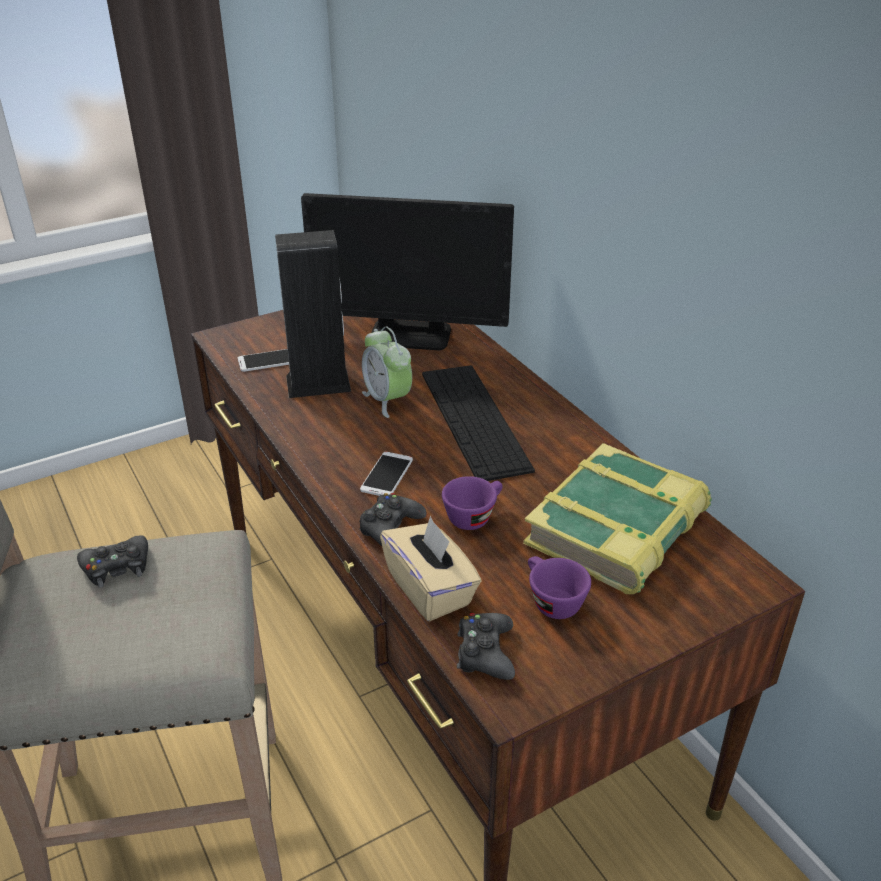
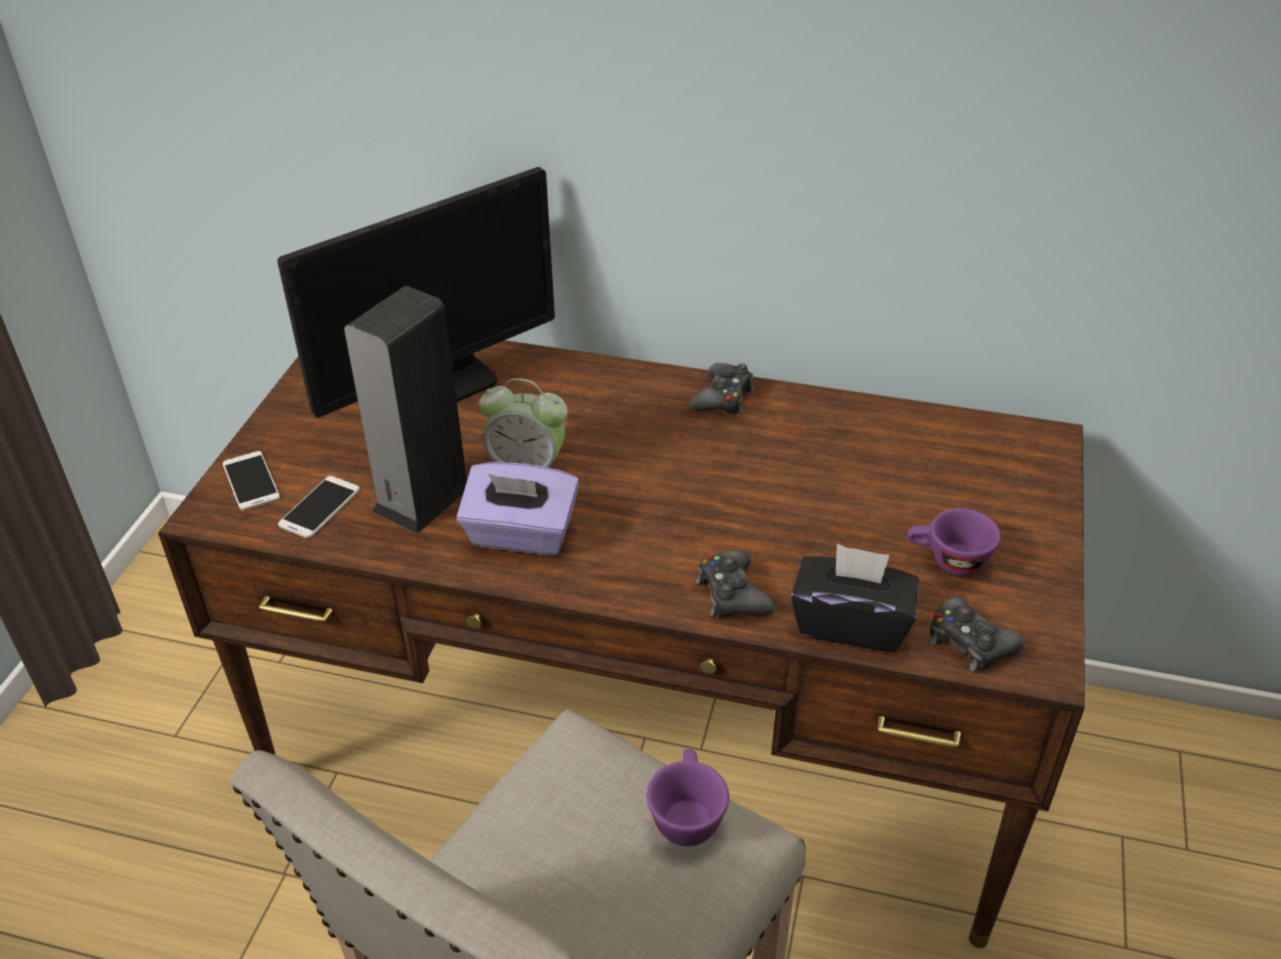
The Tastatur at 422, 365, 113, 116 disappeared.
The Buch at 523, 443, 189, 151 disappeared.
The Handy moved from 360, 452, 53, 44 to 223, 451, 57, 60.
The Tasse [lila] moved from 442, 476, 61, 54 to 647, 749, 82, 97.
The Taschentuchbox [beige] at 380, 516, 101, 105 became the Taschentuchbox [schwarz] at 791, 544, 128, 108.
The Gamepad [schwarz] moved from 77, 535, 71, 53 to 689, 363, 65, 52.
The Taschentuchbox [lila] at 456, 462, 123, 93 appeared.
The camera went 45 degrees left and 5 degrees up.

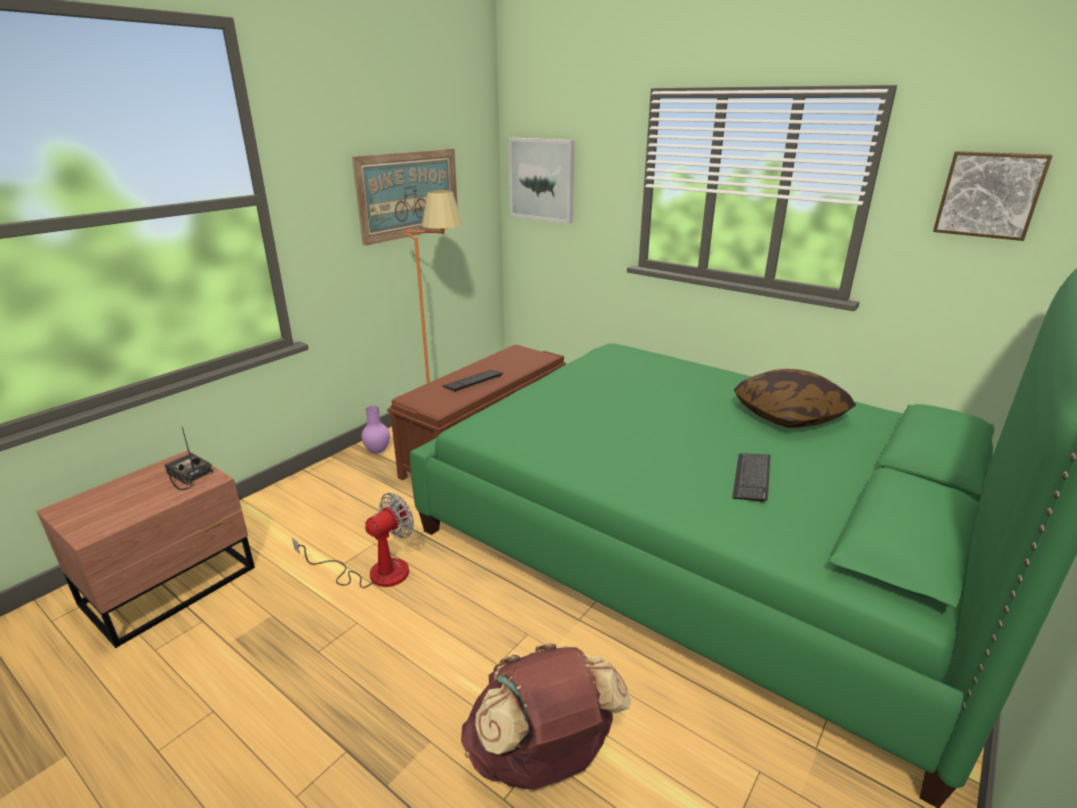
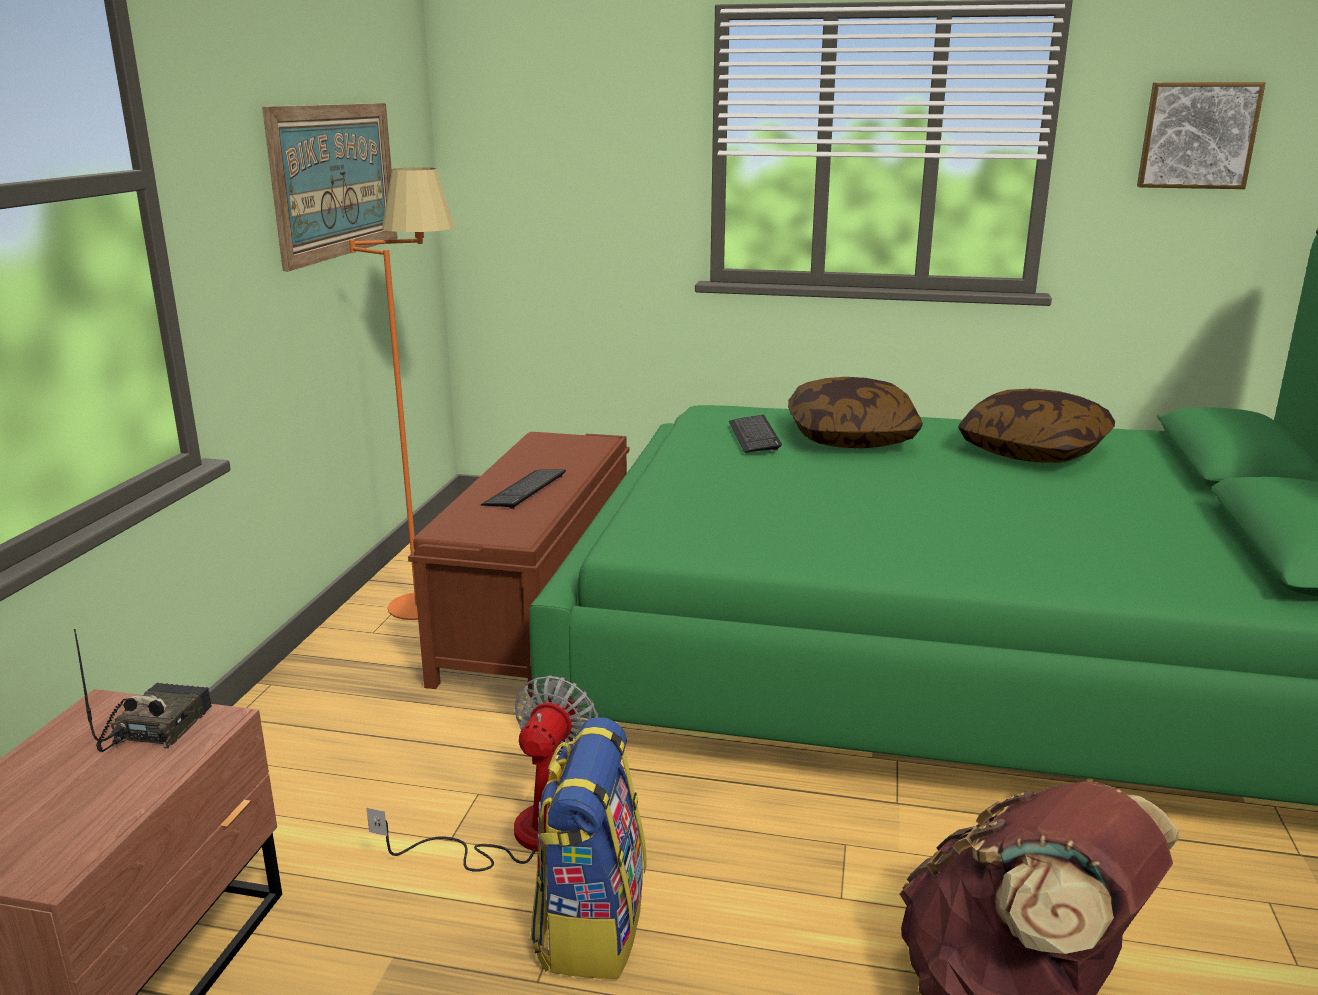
The Bild at 509, 138, 66, 86 disappeared.
The Vase [lila] at 361, 406, 29, 47 disappeared.
The Radio at 165, 427, 49, 63 turned 90 degrees clockwise.
The Tastatur moved from 732, 453, 38, 50 to 729, 415, 53, 38.
The Kissen at 788, 377, 135, 71 appeared.
The Rucksack at 531, 717, 115, 262 appeared.
The camera went 25 degrees left and 5 degrees down.

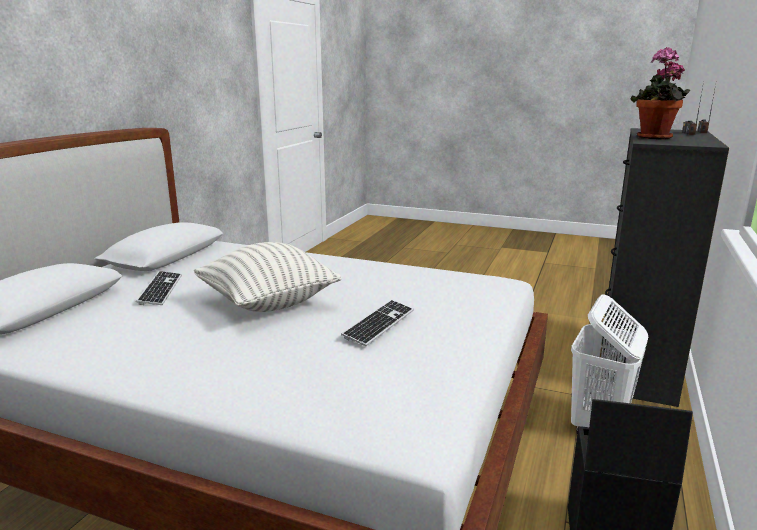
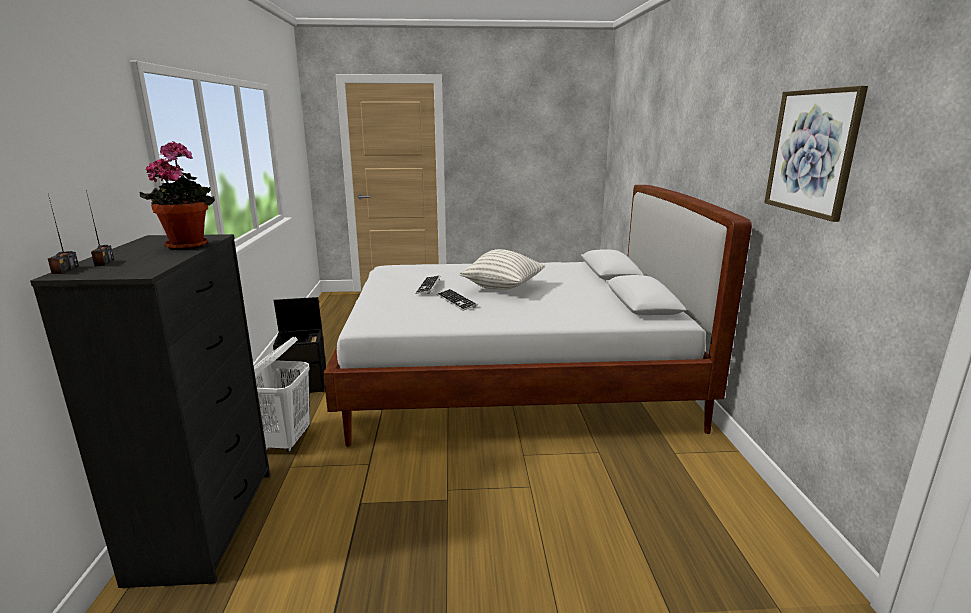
The Tastatur moved from 136, 271, 46, 34 to 437, 289, 41, 22.
The Bild at 764, 86, 104, 136 appeared.
The camera went 155 degrees right and 0 degrees up.

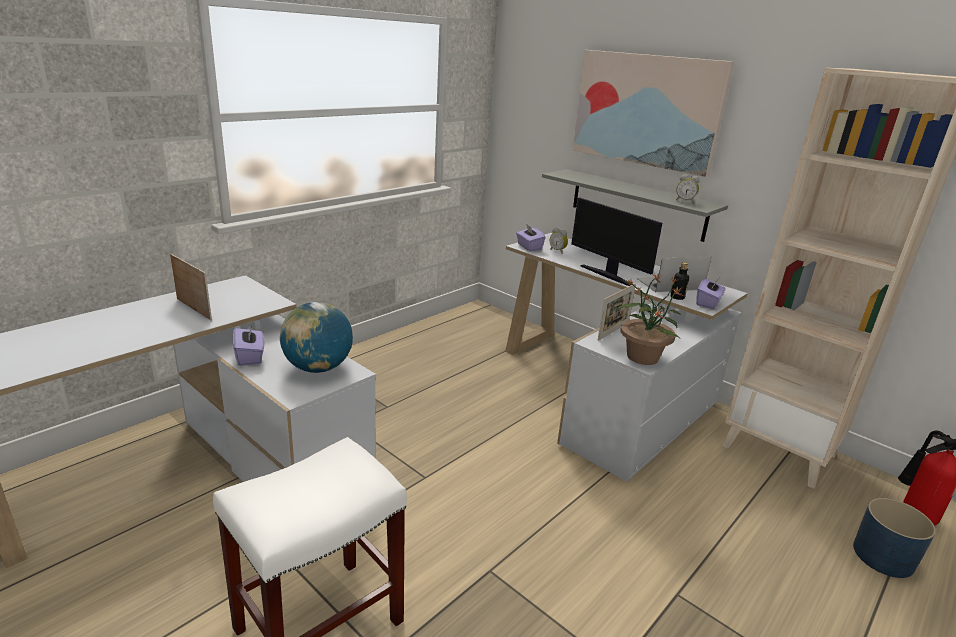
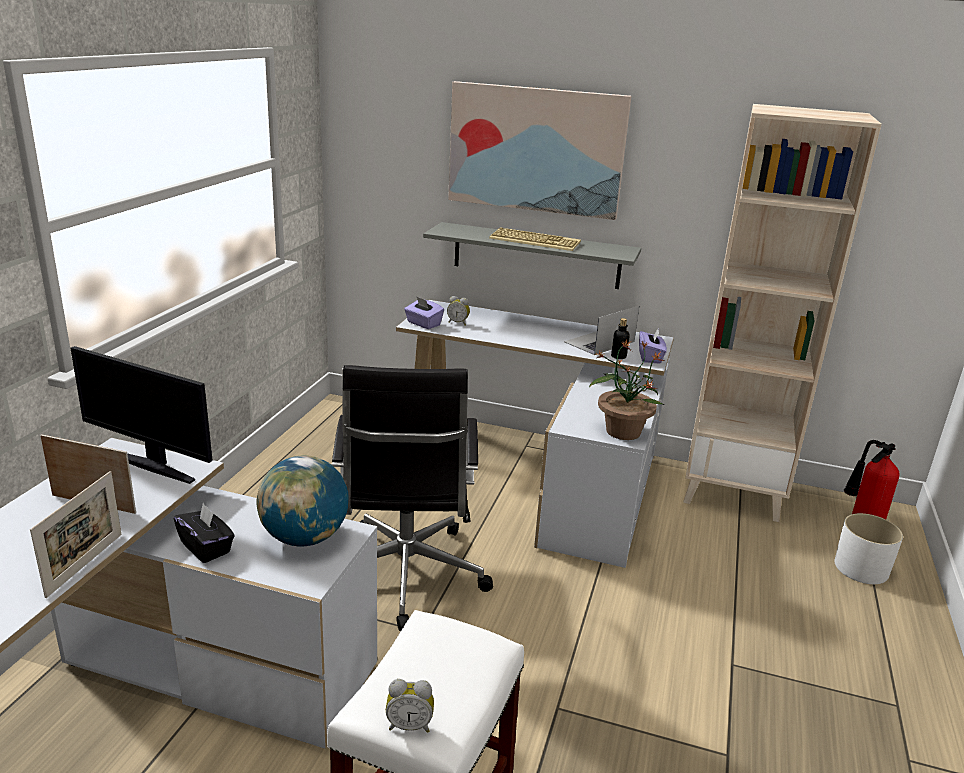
The Wecker moved from 676, 174, 24, 29 to 386, 679, 48, 54.
The Monitor moved from 571, 197, 91, 89 to 71, 346, 142, 138.
The Bilderrahmen moved from 597, 283, 39, 58 to 30, 471, 92, 127.
The Taschentuchbox [lila] at 233, 323, 31, 43 became the Taschentuchbox [schwarz] at 174, 503, 61, 60.
The Pflanzkübel [blau] at 853, 498, 83, 80 became the Pflanzkübel [weiß] at 834, 513, 69, 71.
The Tastatur at 489, 228, 92, 23 appeared.
The Bürostuhl [schwarz] at 332, 365, 161, 267 appeared.
The camera went 25 degrees left and 0 degrees up.

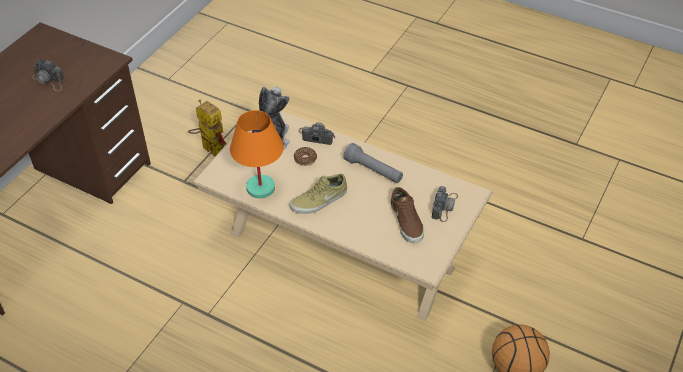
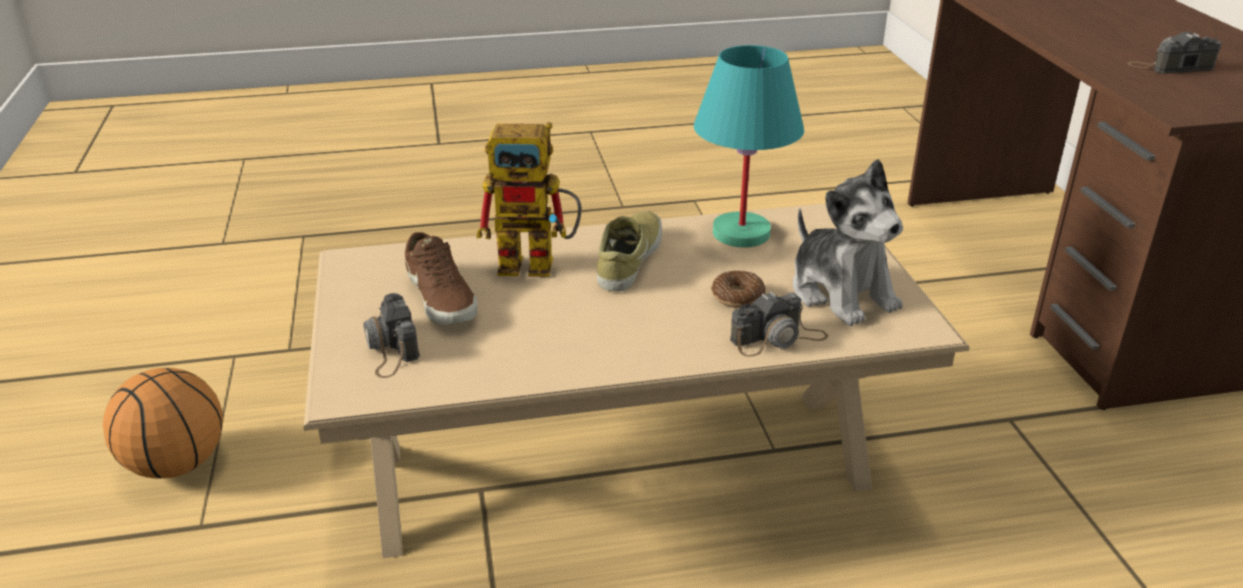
The Spielzeugroboter moved from 188, 99, 39, 57 to 476, 122, 106, 155.
The Tischlampe [orange] at 230, 110, 54, 88 became the Tischlampe [türkis] at 694, 45, 110, 203.
The Taschenlampe [grau] at 343, 143, 60, 40 disappeared.
The Schuh [braun] at 391, 187, 33, 56 turned 150 degrees counterclockwise.
The camera went 140 degrees right and 15 degrees down.

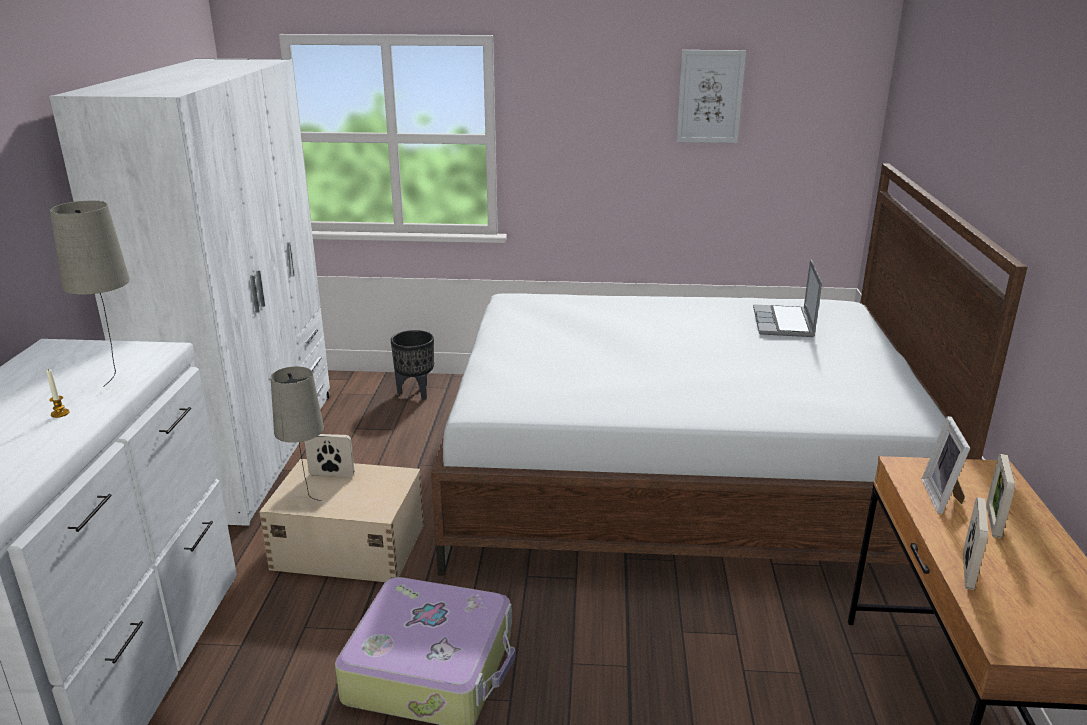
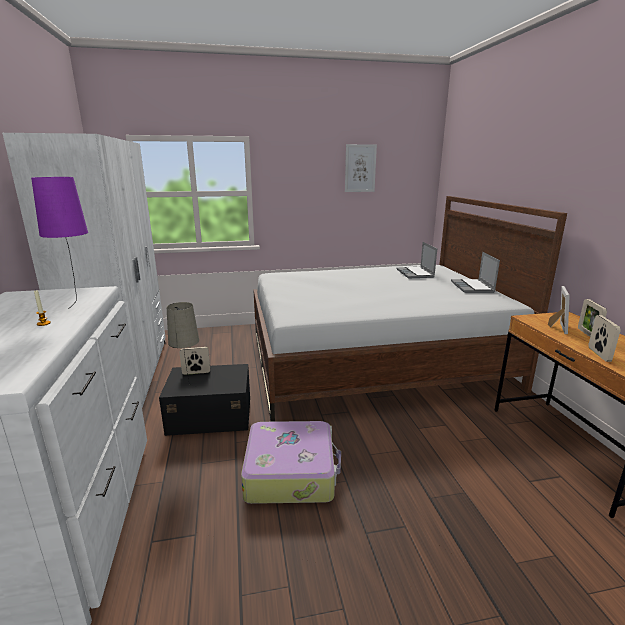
The Tischlampe [beige] at 50, 201, 80, 186 became the Tischlampe [lila] at 31, 177, 57, 132.
The Pflanzkübel [schwarz] at 391, 330, 43, 70 disappeared.
The Bilderrahmen at 922, 416, 48, 98 turned 150 degrees counterclockwise.
The Aufbewahrungsbox [beige] at 259, 459, 165, 123 became the Aufbewahrungsbox [schwarz] at 159, 364, 91, 72.
The Laptop at 451, 252, 49, 41 appeared.
The camera went 15 degrees left and 5 degrees down.

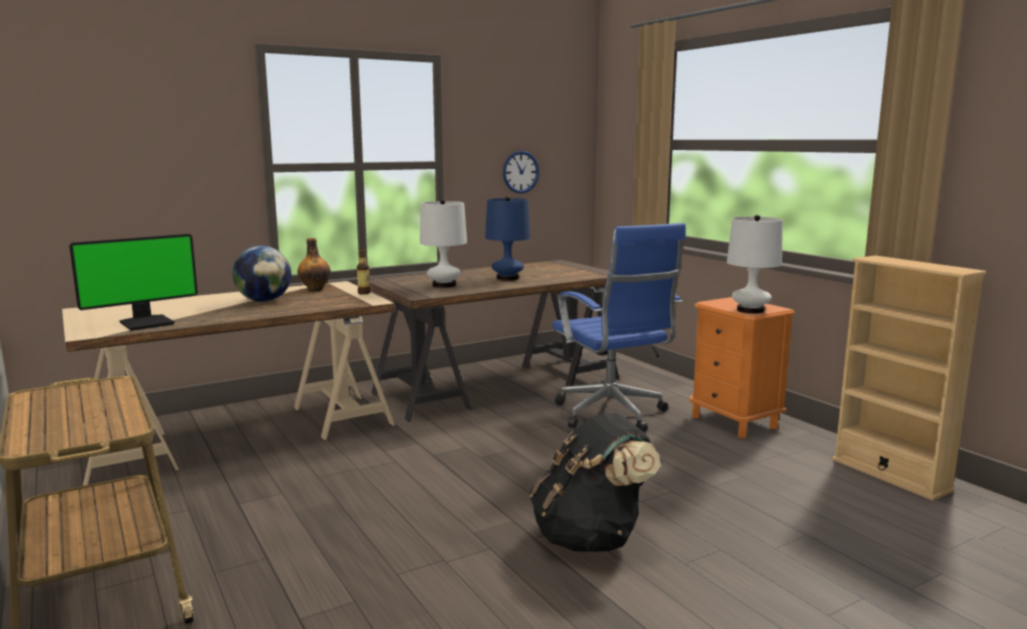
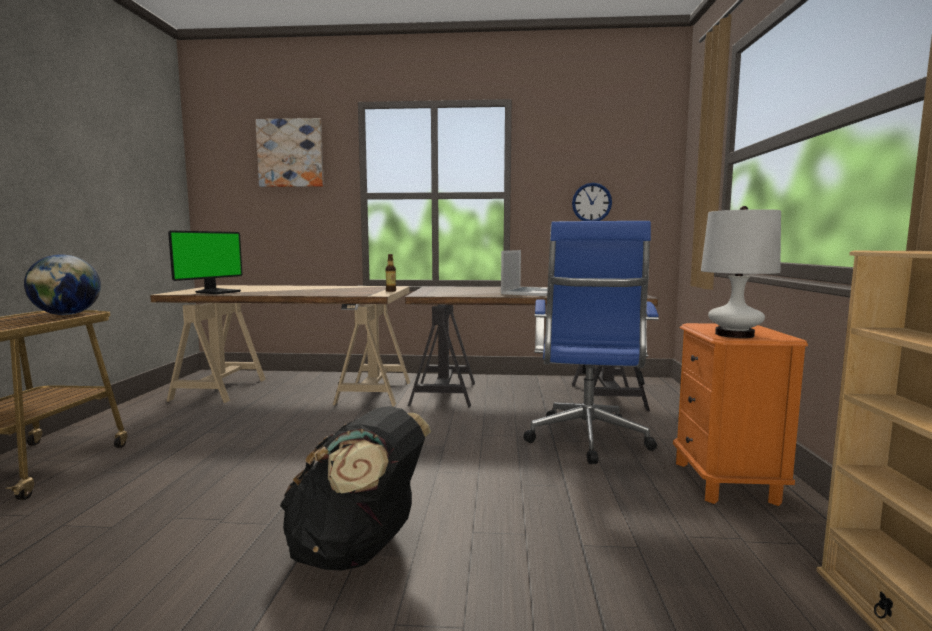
The Tischlampe [blau] at 485, 196, 45, 85 was replaced by the Laptop at 501, 250, 47, 46.
The Tischlampe [weiß] at 420, 199, 47, 89 disappeared.
The Monitor at 69, 234, 129, 97 turned 60 degrees counterclockwise.
The Flasche at 297, 238, 34, 53 disappeared.
The Globus moved from 232, 246, 59, 56 to 24, 254, 77, 61.
The Bild at 255, 118, 69, 69 appeared.
The camera went 35 degrees right and 5 degrees down.

